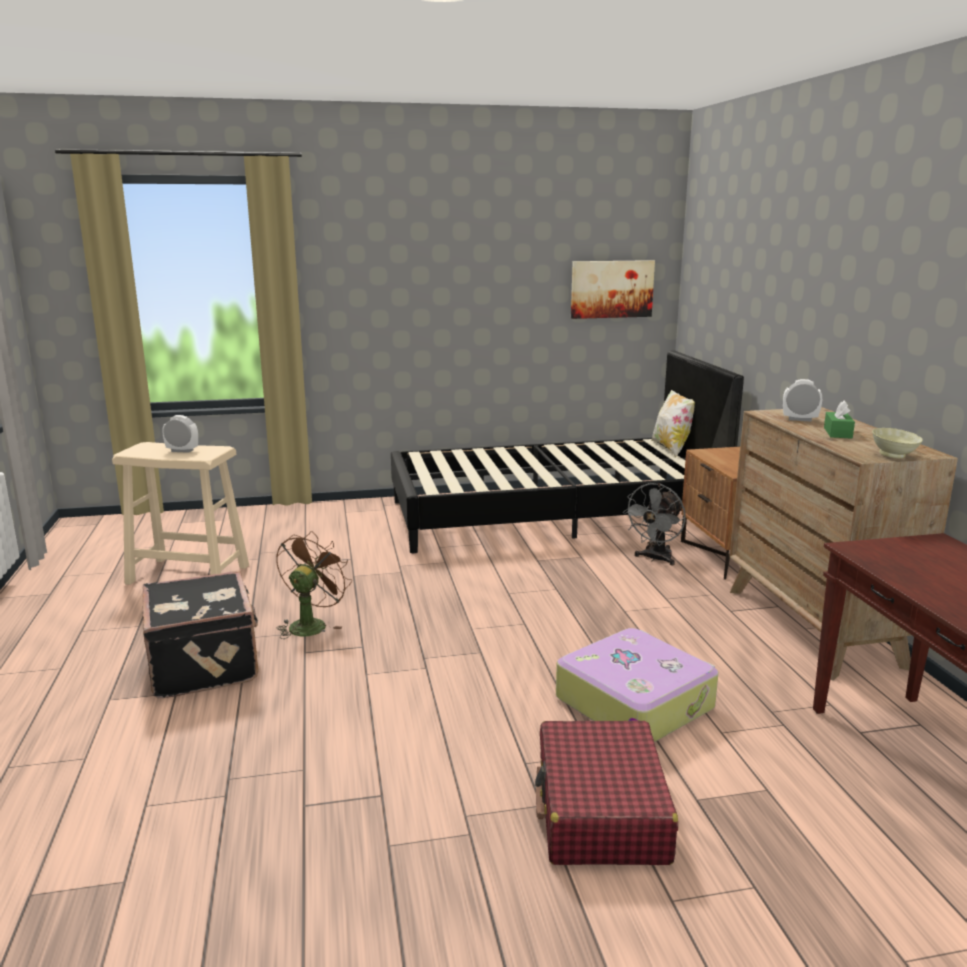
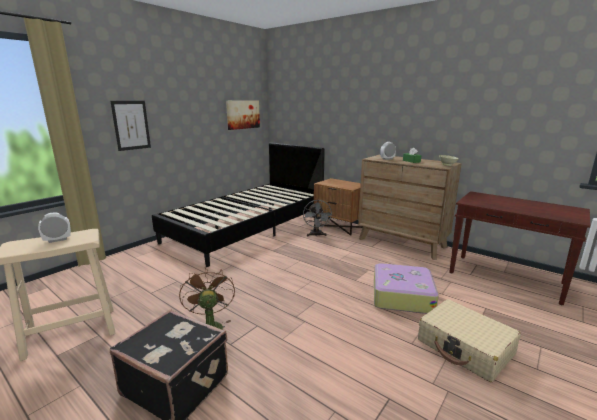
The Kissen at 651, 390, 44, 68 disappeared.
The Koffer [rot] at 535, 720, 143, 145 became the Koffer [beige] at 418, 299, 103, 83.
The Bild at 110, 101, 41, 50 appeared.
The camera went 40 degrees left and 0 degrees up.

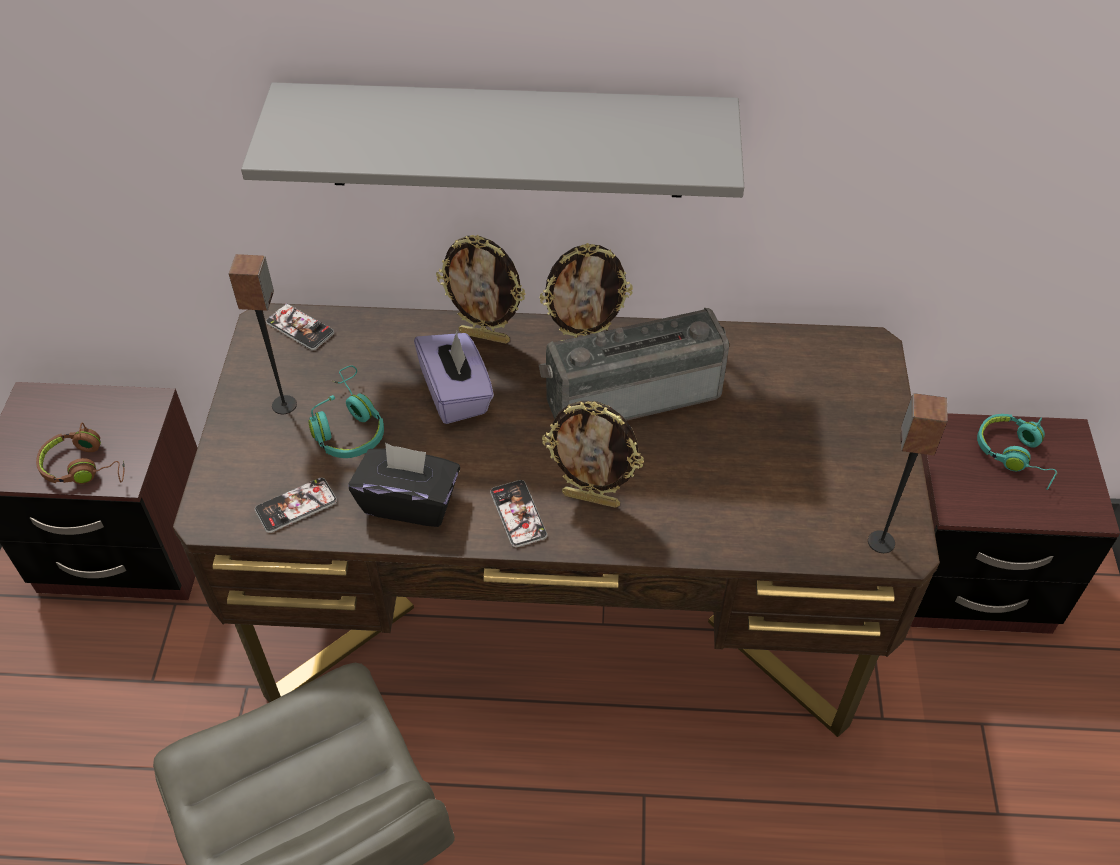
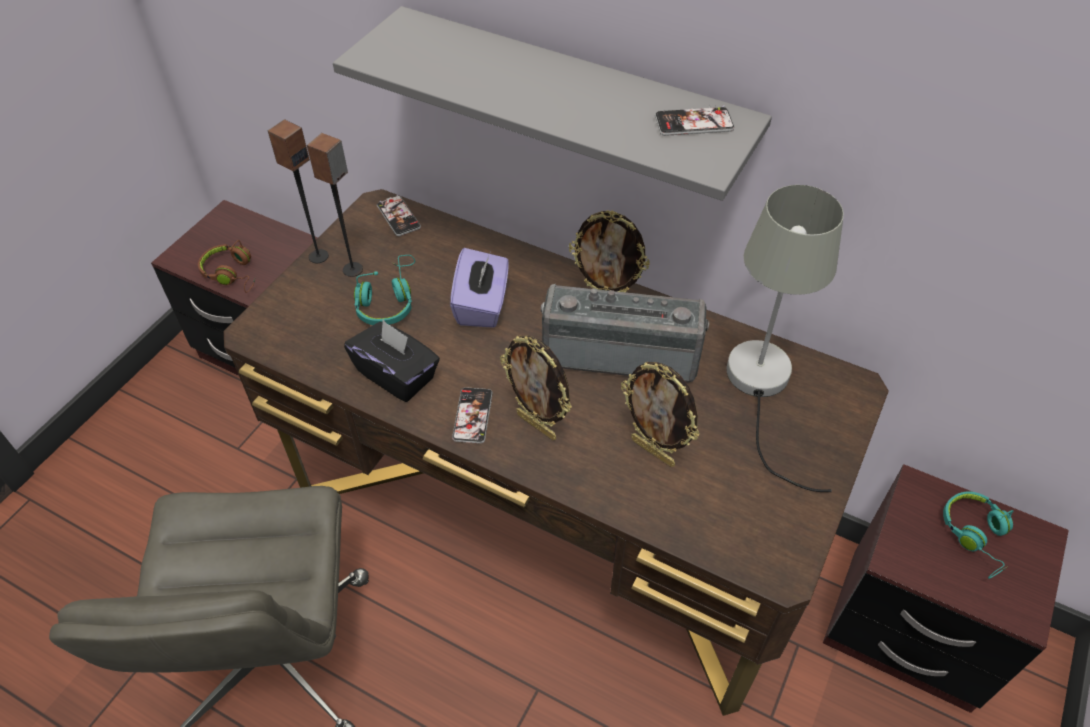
The Bilderrahmen moved from 436, 235, 90, 109 to 621, 362, 78, 105.
The Lautsprecher moved from 868, 393, 80, 160 to 268, 120, 61, 143.
The Handy moved from 255, 478, 82, 55 to 655, 105, 80, 31.
The Tischlampe [grau] at 726, 185, 118, 307 appeared.
The camera went 25 degrees right and 0 degrees up.

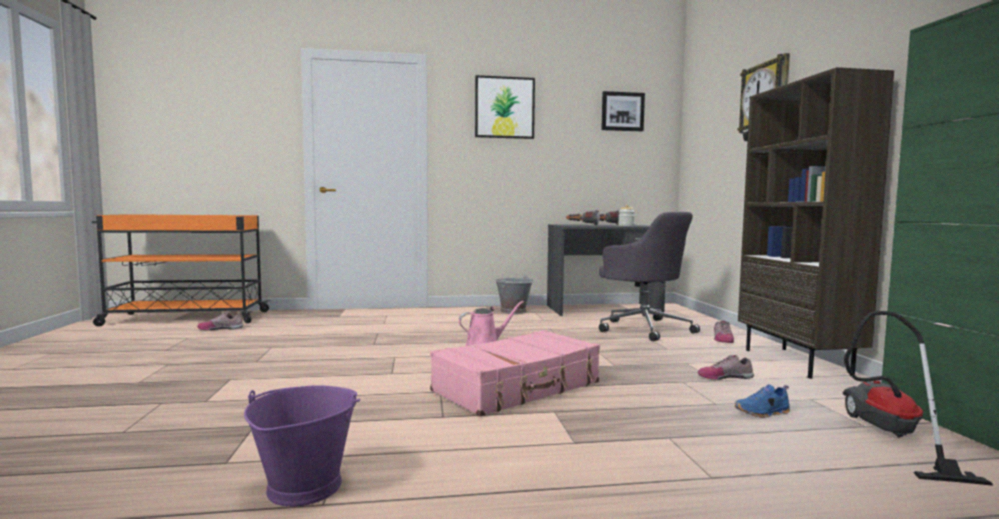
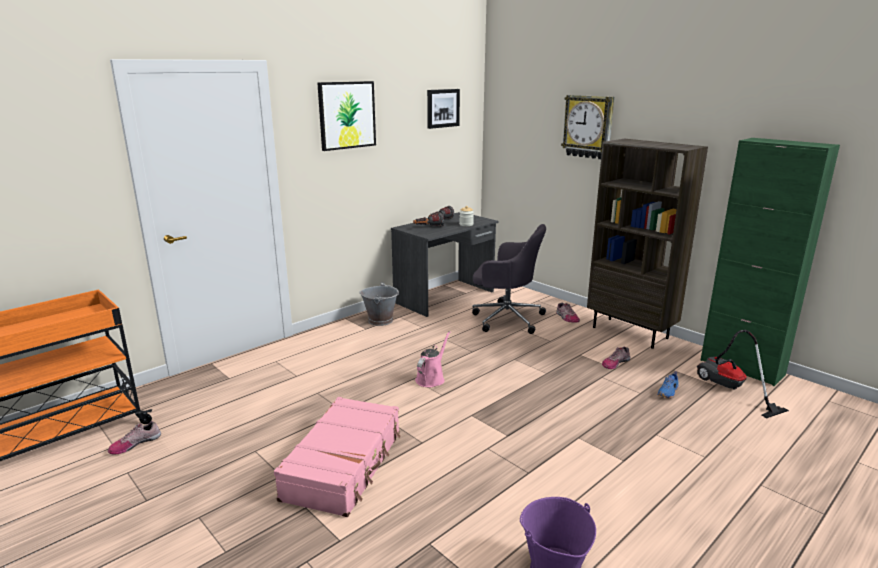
The Koffer [rosa] moved from 430, 330, 170, 87 to 274, 397, 127, 120.
The camera went 35 degrees left and 15 degrees up.

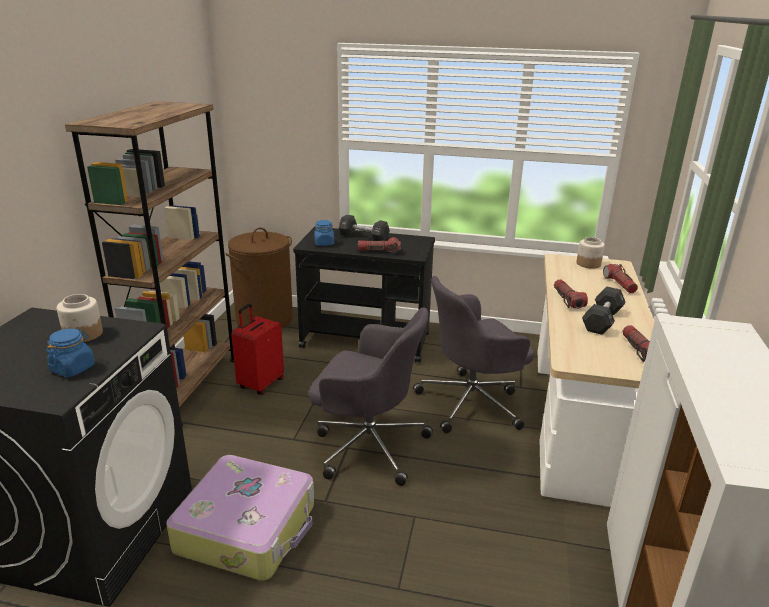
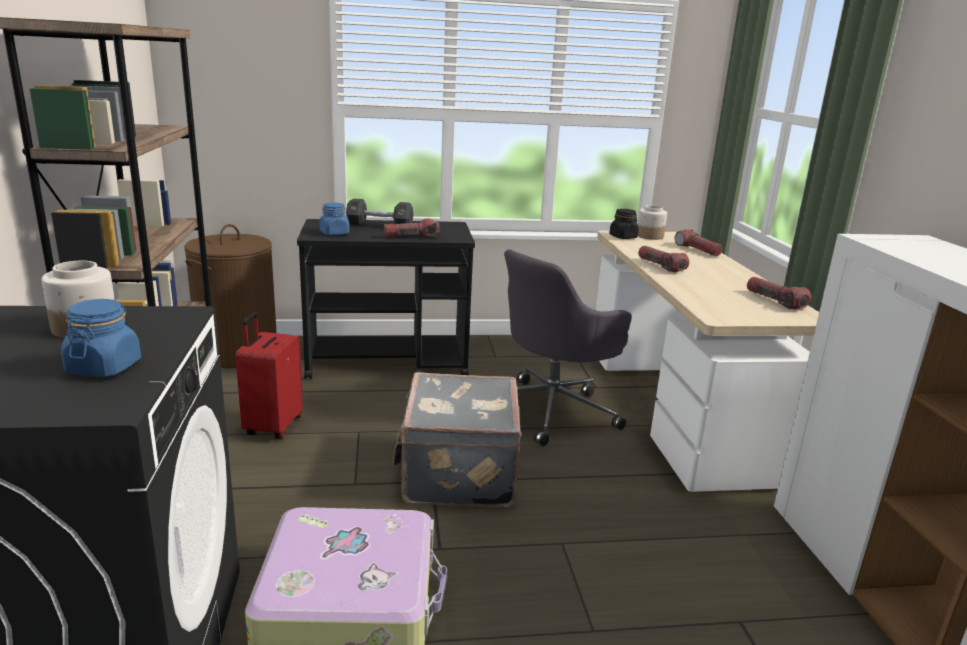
The Hantel [schwarz] at 582, 286, 44, 49 disappeared.
The Bürostuhl [grau] at 309, 308, 124, 178 was replaced by the Koffer [grau] at 393, 372, 128, 136.
The Vorratsglas [schwarz] at 610, 209, 29, 30 appeared.
The camera went 20 degrees left and 5 degrees down.

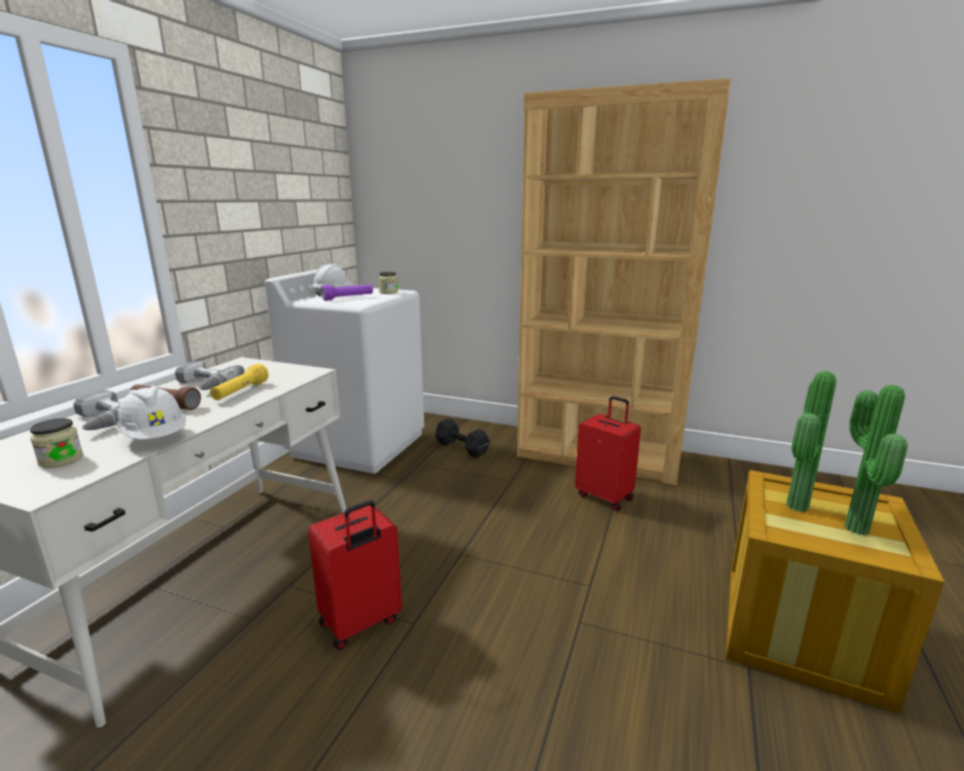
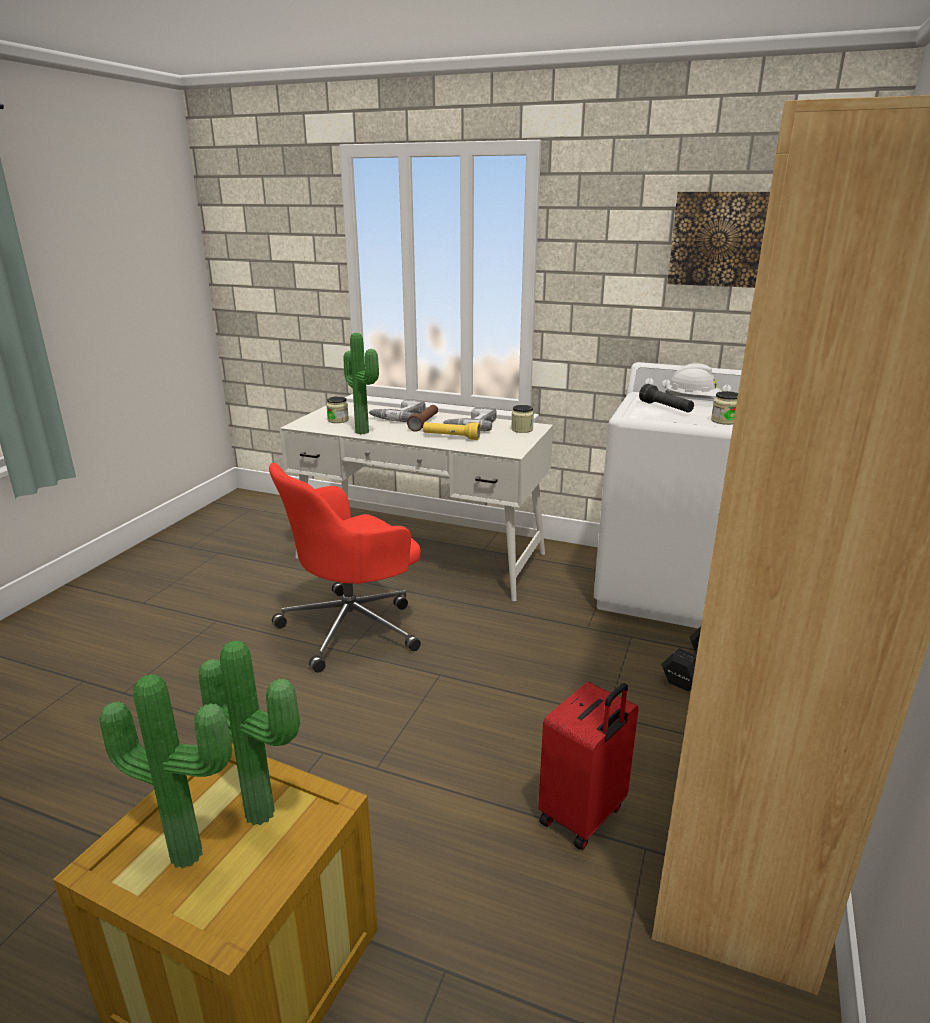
The Taschenlampe [lila] at 321, 285, 52, 16 became the Taschenlampe [schwarz] at 639, 384, 55, 29.
The Schutzhelm [weiß] at 116, 386, 70, 53 was replaced by the Topfpflanze at 344, 333, 35, 101.
The Koffer [rot] at 308, 500, 94, 150 was replaced by the Bürostuhl [rot] at 269, 463, 152, 210.
The Bild at 667, 192, 103, 96 appeared.
The Vorratsglas at 511, 405, 23, 28 appeared.
The camera went 90 degrees right and 5 degrees up.

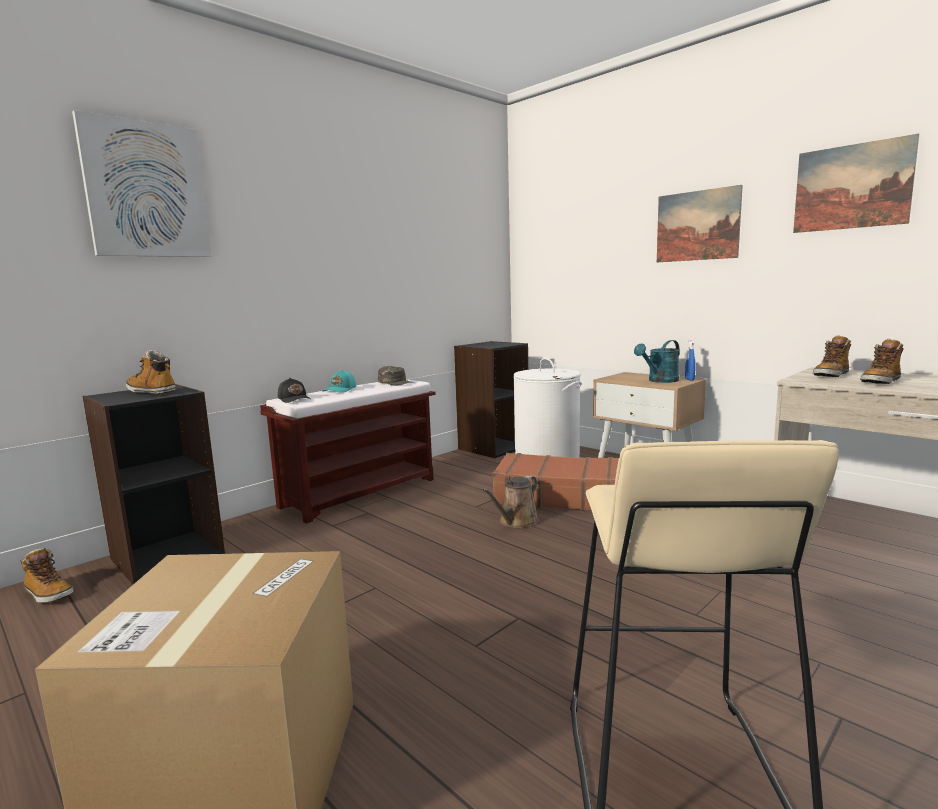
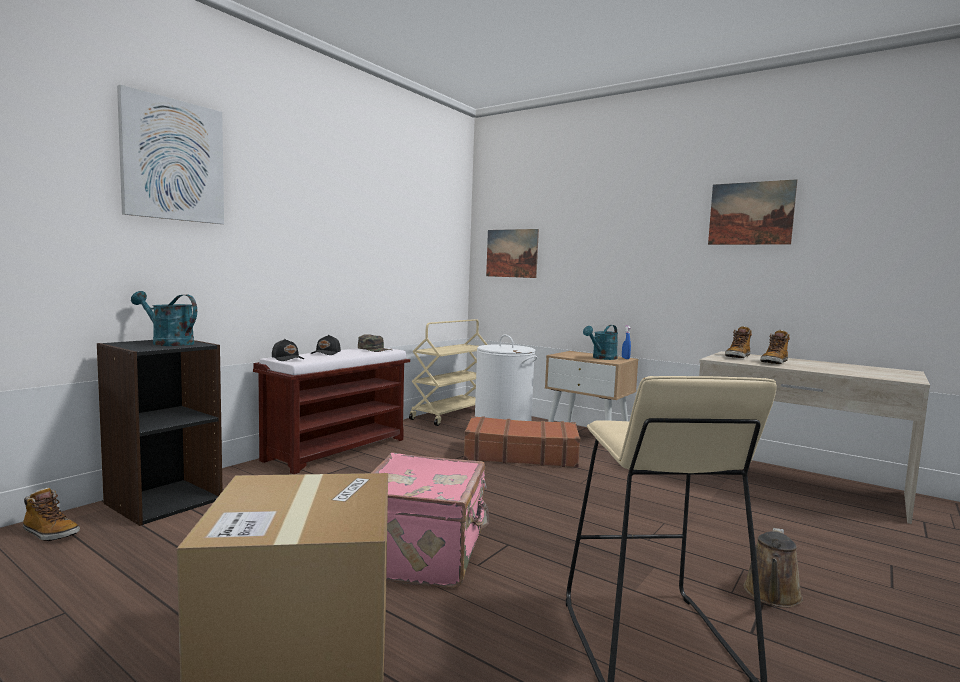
The Bild moved from 657, 185, 86, 77 to 486, 229, 53, 49.
The Bücherregal [schwarz] at 454, 341, 74, 117 was replaced by the Rollwagen [beige] at 409, 319, 79, 107.
The Stiefel at 126, 350, 50, 45 was replaced by the Gießkanne [türkis] at 131, 291, 66, 55.
The Kappe [türkis] at 323, 370, 33, 23 became the Kappe [schwarz] at 311, 335, 30, 20.
The Gießkanne [braun] moved from 482, 475, 57, 53 to 744, 528, 59, 80.
The Koffer [rosa] at 371, 453, 118, 136 appeared.
The camera went 10 degrees left and 5 degrees down.

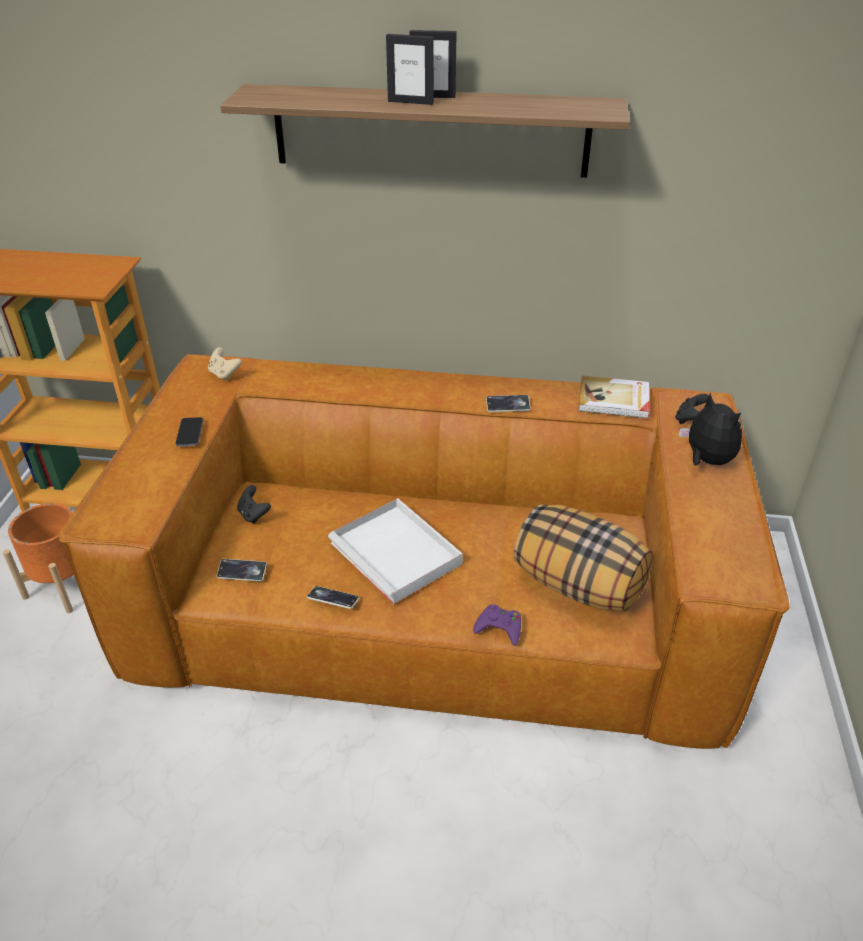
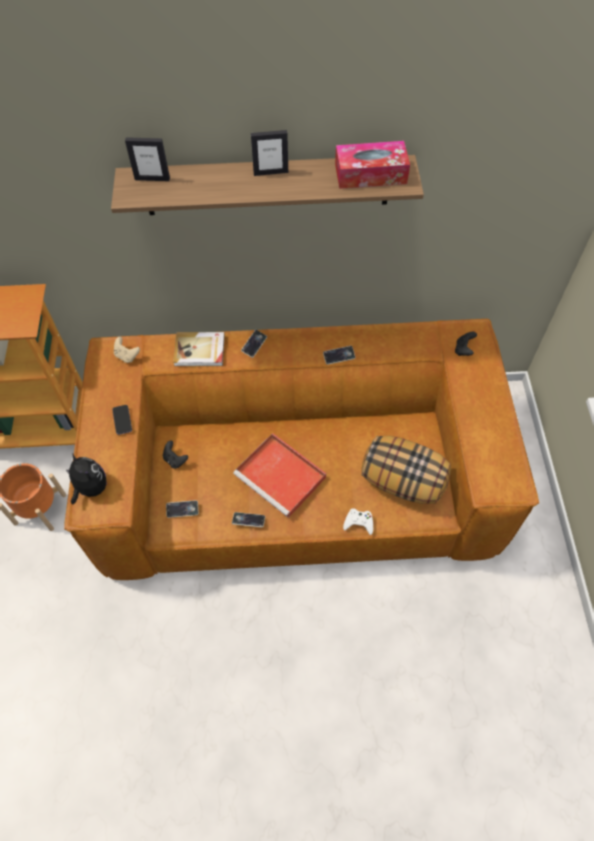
The Bilderrahmen moved from 386, 34, 48, 71 to 125, 137, 45, 44.
The Buch moved from 578, 375, 72, 43 to 173, 332, 52, 34.
The Plüschtier moved from 679, 393, 63, 73 to 66, 454, 41, 50.
The Tablett [weiß] at 328, 498, 135, 106 became the Tablett [rot] at 233, 433, 93, 85.
The Gamepad [lila] at 473, 604, 48, 42 became the Gamepad [weiß] at 343, 508, 30, 27.
The Taschentuchbox at 335, 141, 75, 48 appeared.
The Handy at 241, 330, 26, 28 appeared.
The camera went 10 degrees left and 20 degrees up.

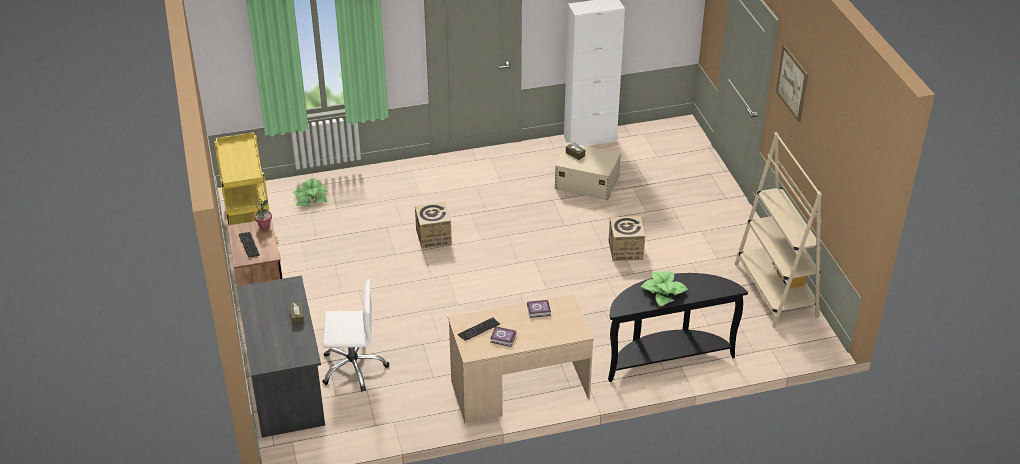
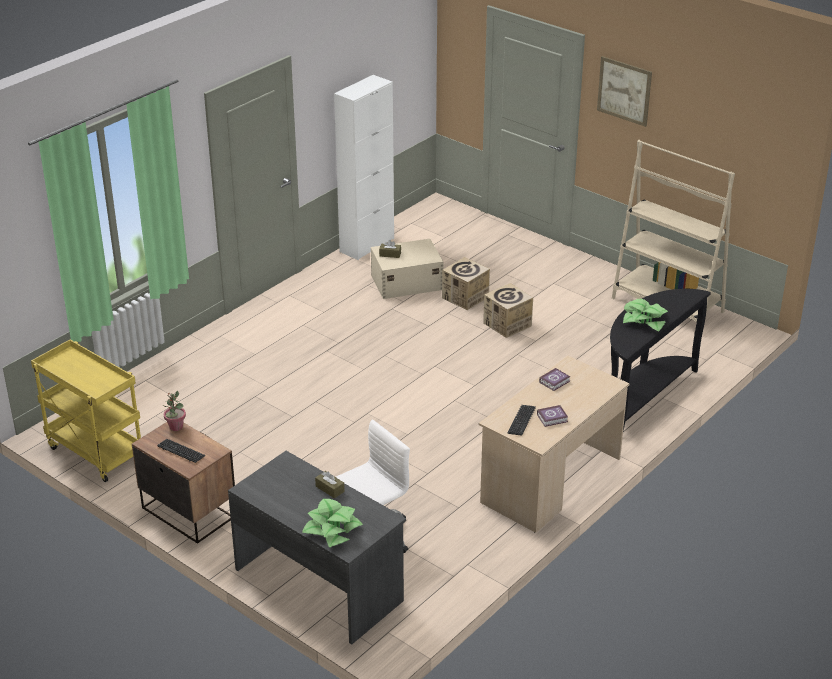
The Topfpflanze moved from 293, 179, 35, 28 to 302, 499, 61, 48.
The Karton moved from 415, 202, 37, 47 to 442, 257, 48, 53.
The camera went 35 degrees left and 5 degrees down.

